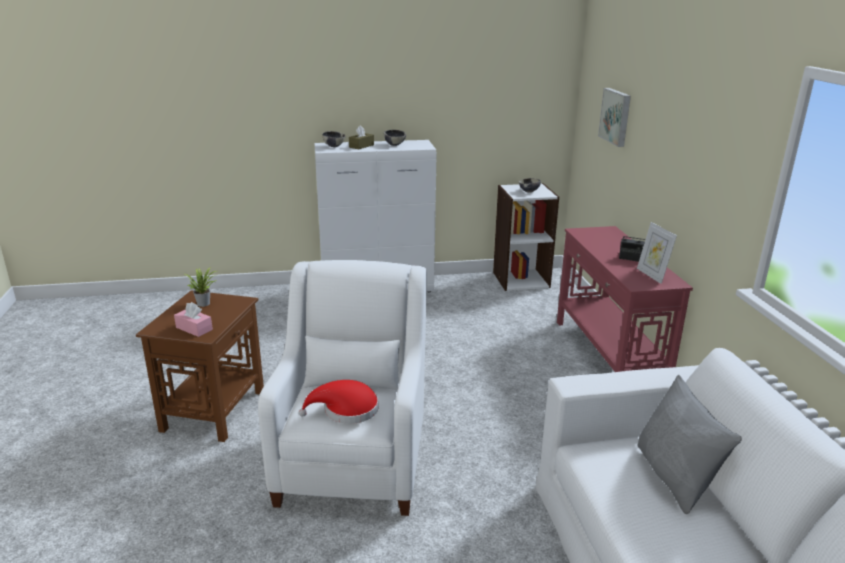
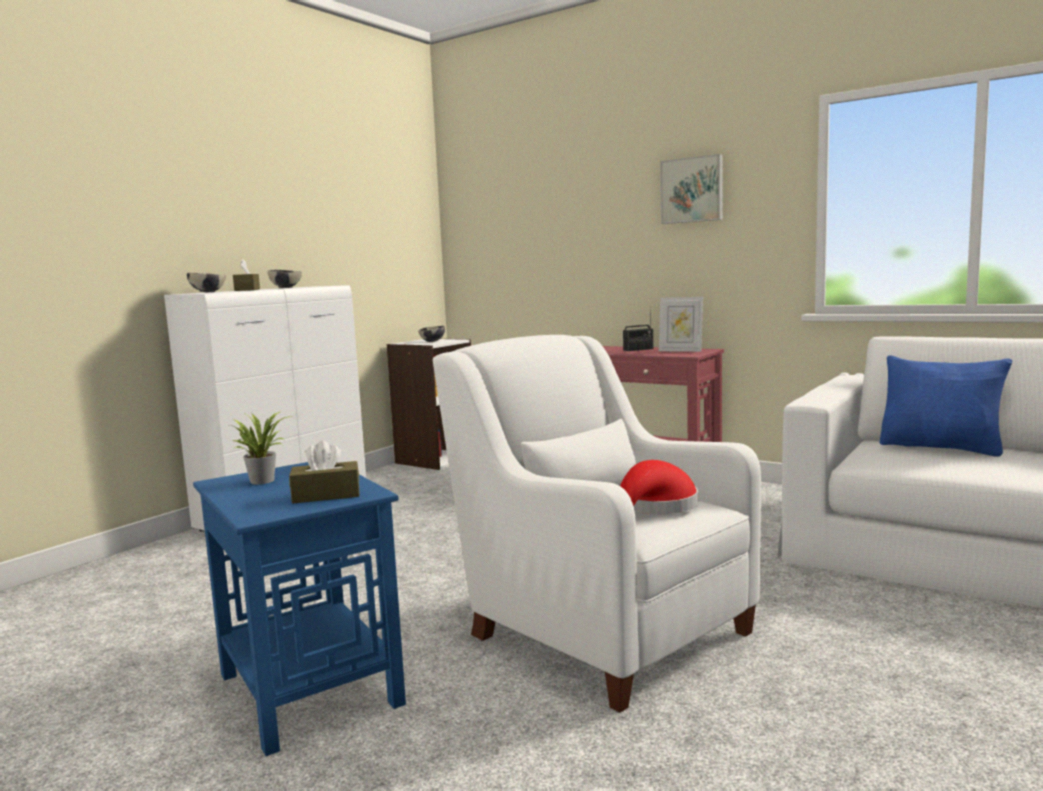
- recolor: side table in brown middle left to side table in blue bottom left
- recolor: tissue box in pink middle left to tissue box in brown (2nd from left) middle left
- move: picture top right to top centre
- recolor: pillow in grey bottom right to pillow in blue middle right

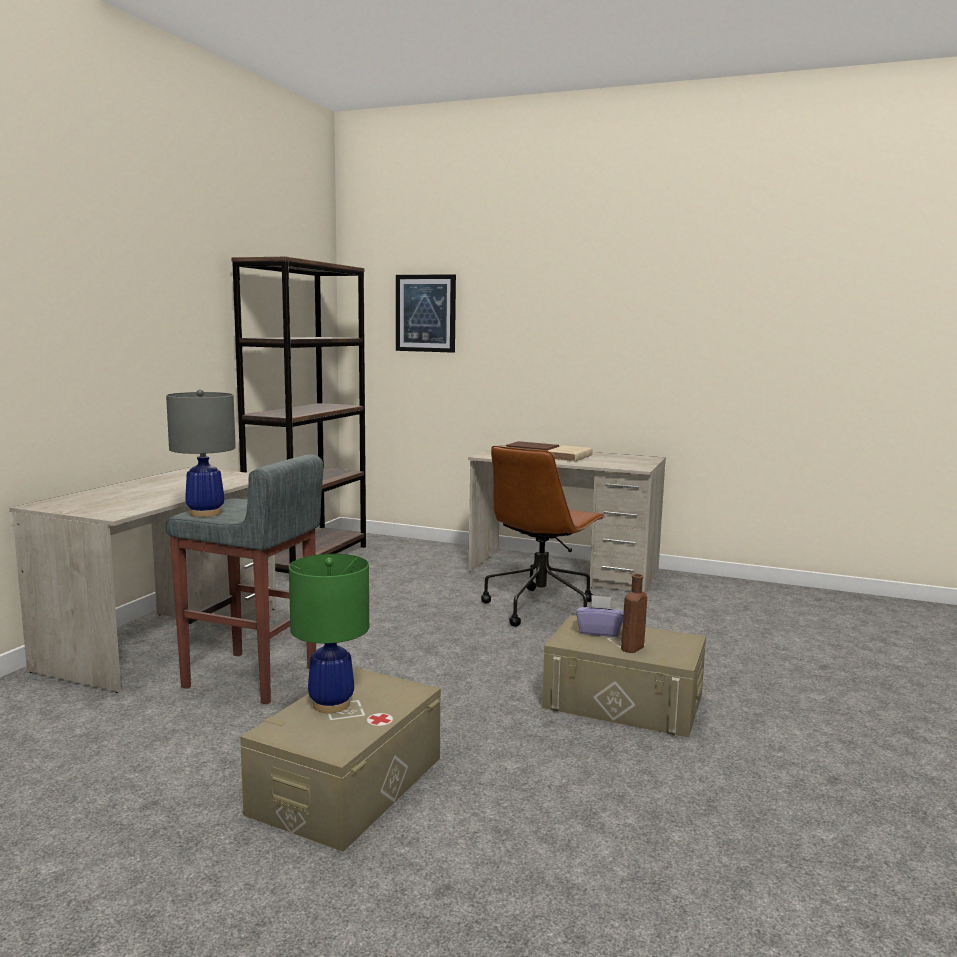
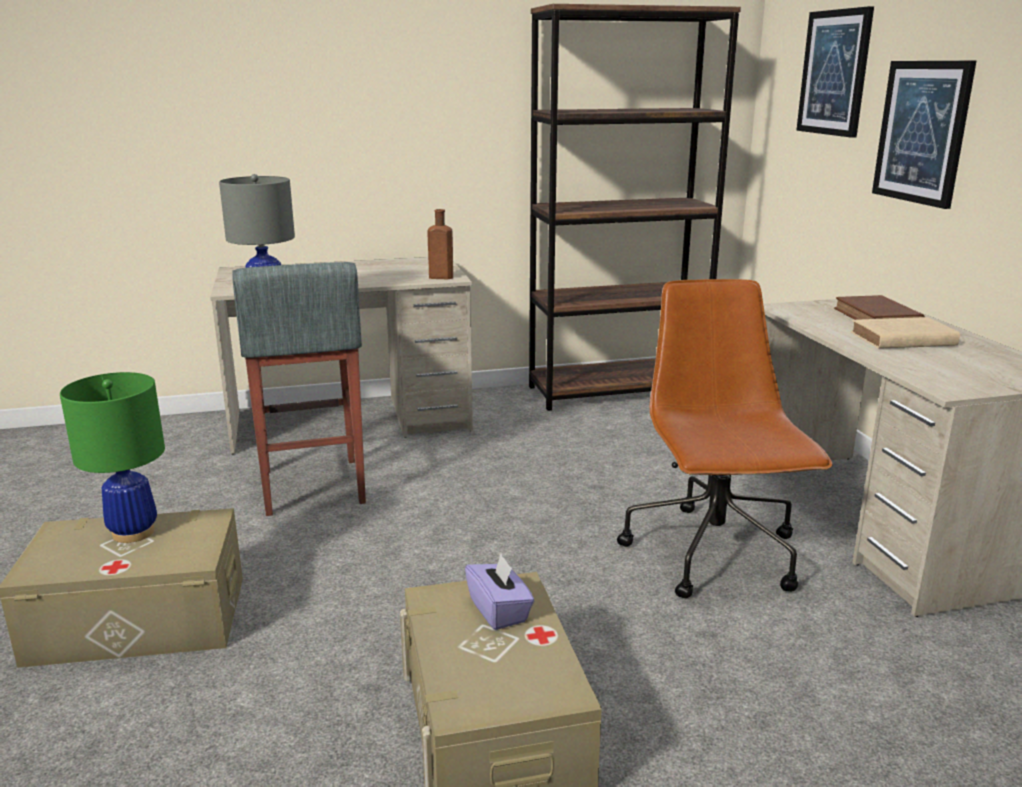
- move: bottle in brown centre to top centre
- rotate: office chair in brown centre = middle right 90 degrees clockwise
- insert: picture (2nd from left) top right

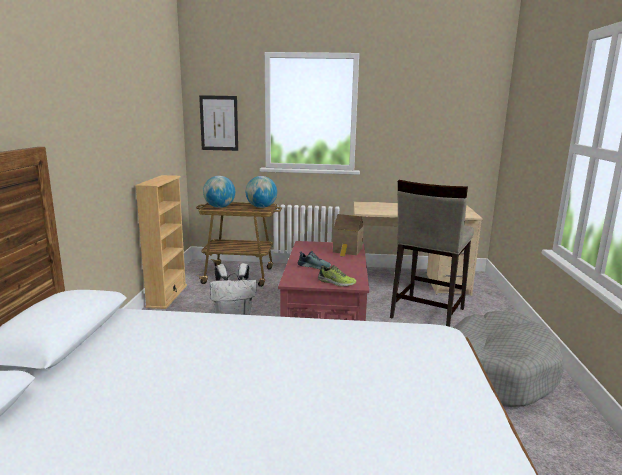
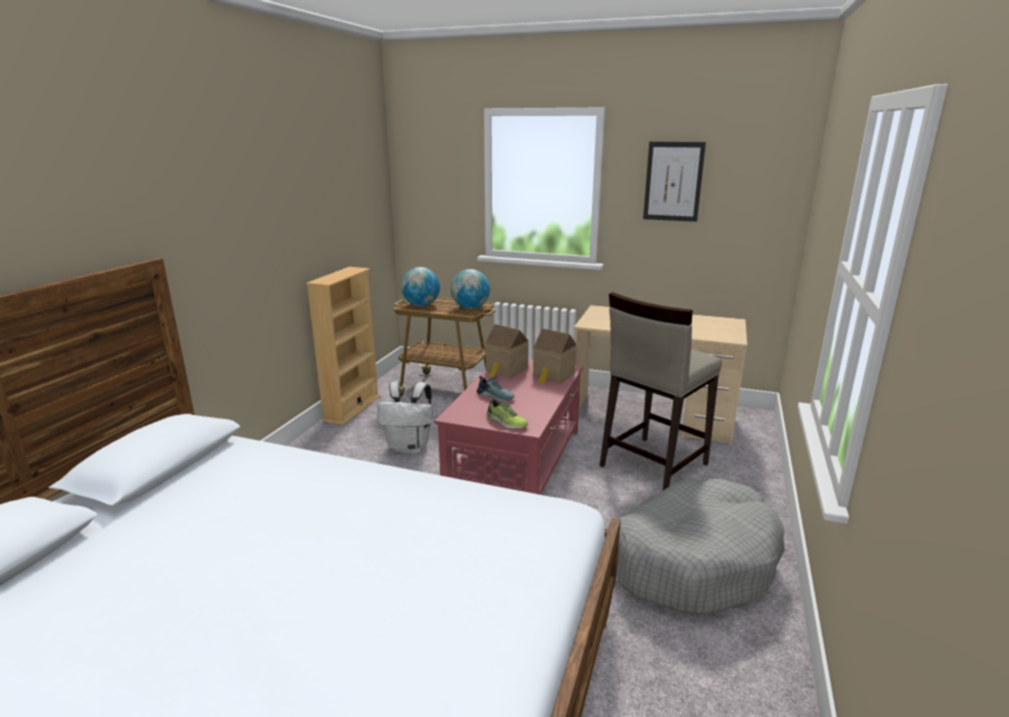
- insert: toy house (1st from left) centre
- move: picture top centre to top right

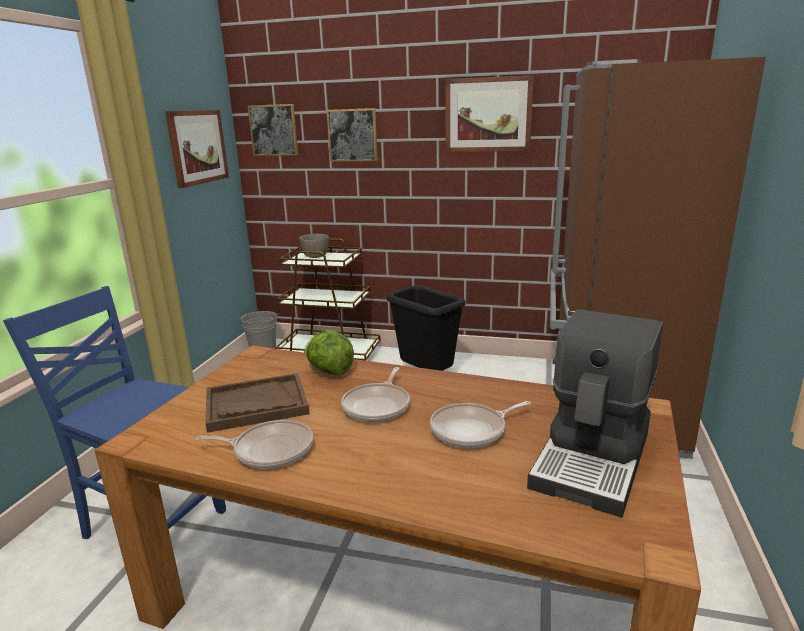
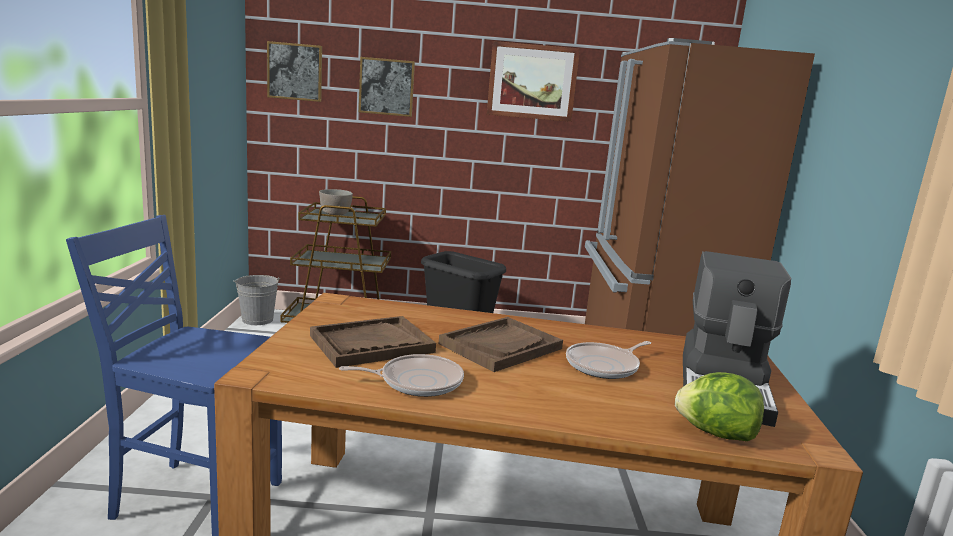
- replace: frying pan (2nd from left) centre to tray in brown (2nd from left) centre
- move: lettuce centre to bottom right
- delete: picture (1st from left) top left

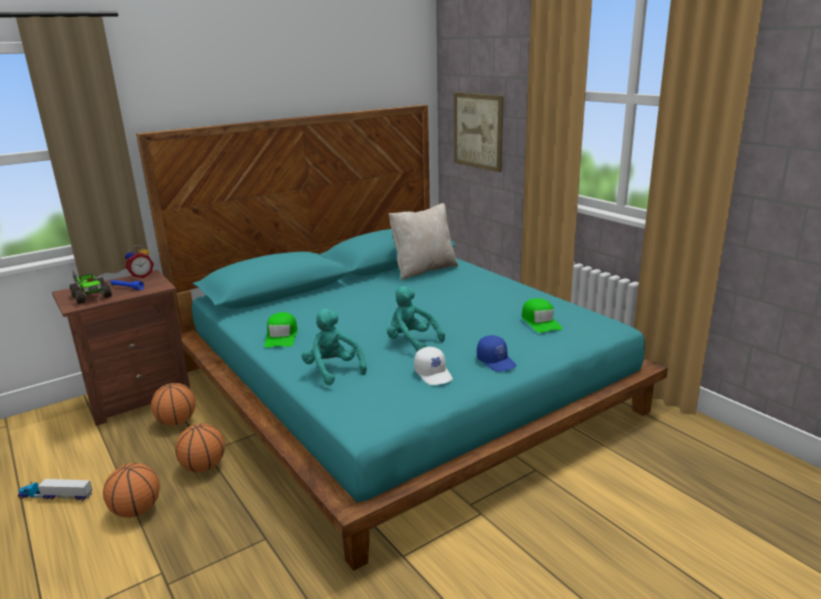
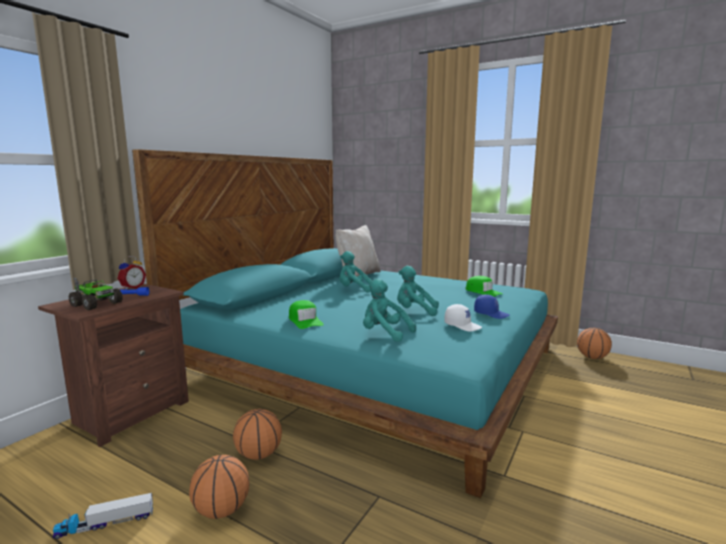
- insert: plush toy in turquoise (1st from left) centre
- move: basketball (2nd from left in the first image) bottom left to basketball (3rd from left) middle right
- delete: picture top centre

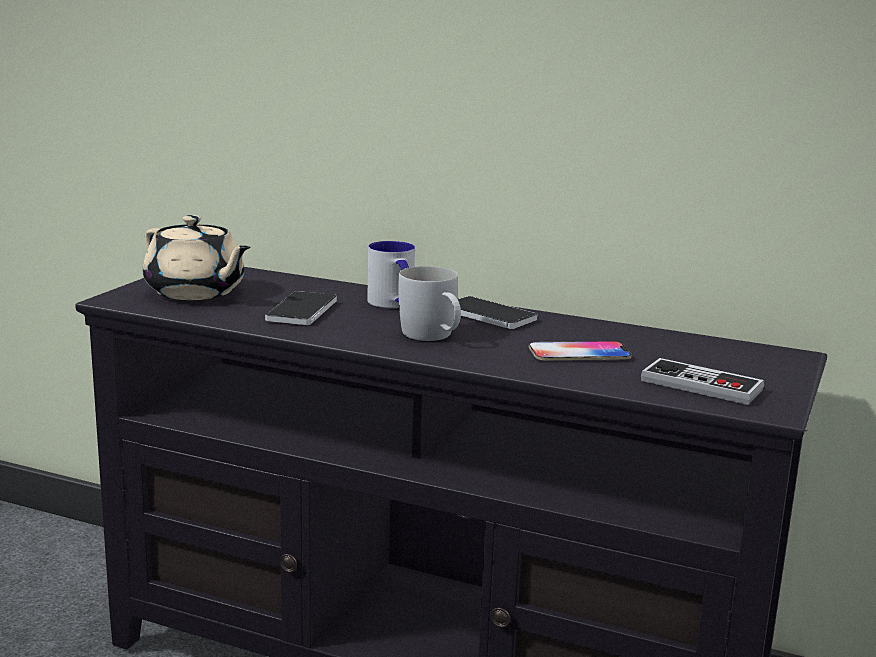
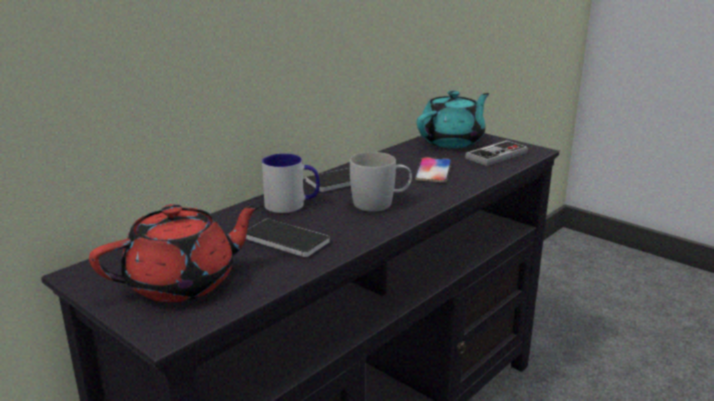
- recolor: teapot in beige middle left to teapot in red middle left
- insert: teapot in turquoise top centre

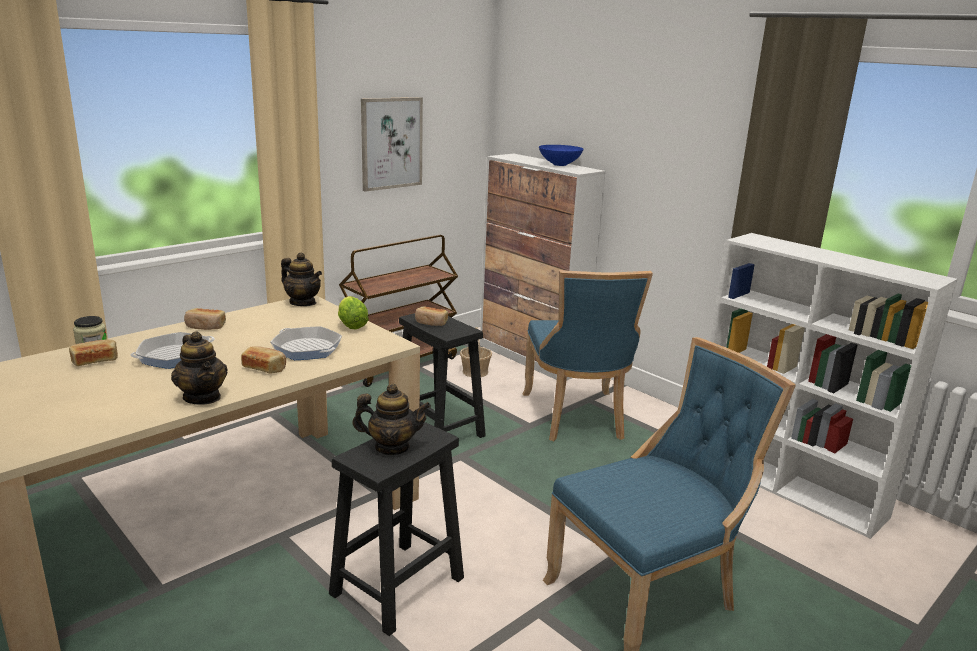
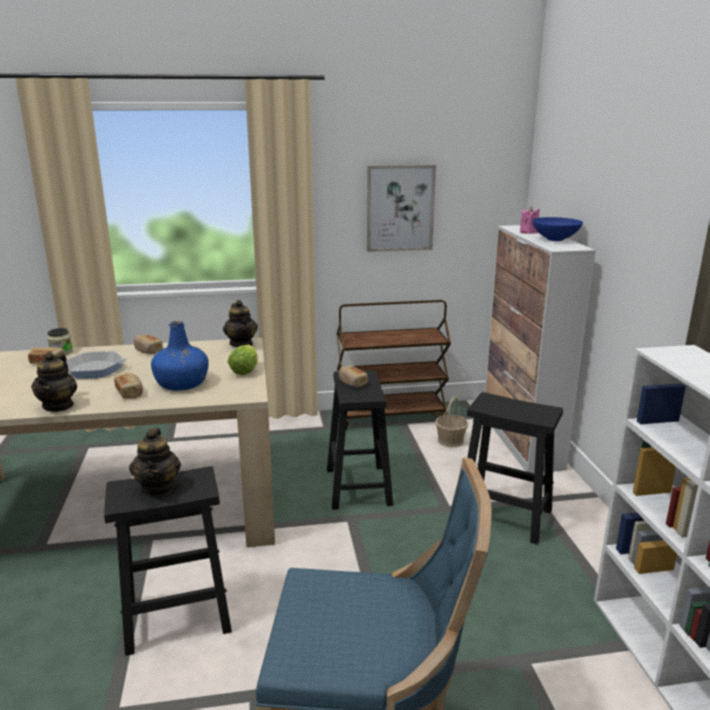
- rotate: teapot (3rd from left in the first image) centre = middle left 45 degrees clockwise
- replace: frying pan (2nd from left) middle left to bottle in blue middle left
- replace: chair in blue (1st from left) centre to stool in black (3rd from left) middle right
- insert: candle in pink top right

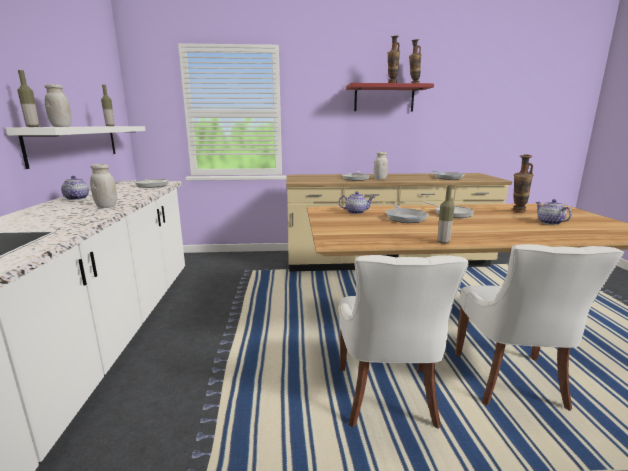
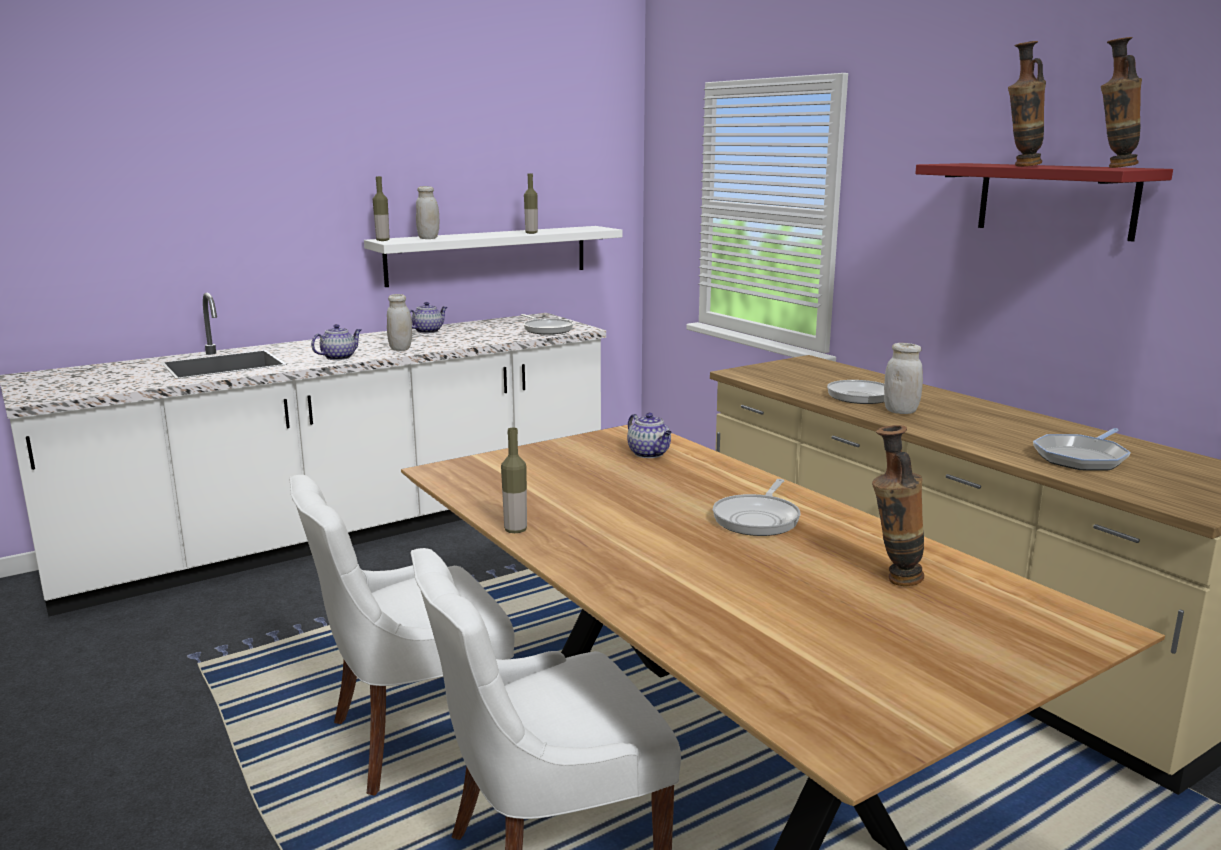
- move: teapot (3rd from left in the first image) middle right to teapot (1st from left) middle left
- delete: frying pan (3rd from left) centre

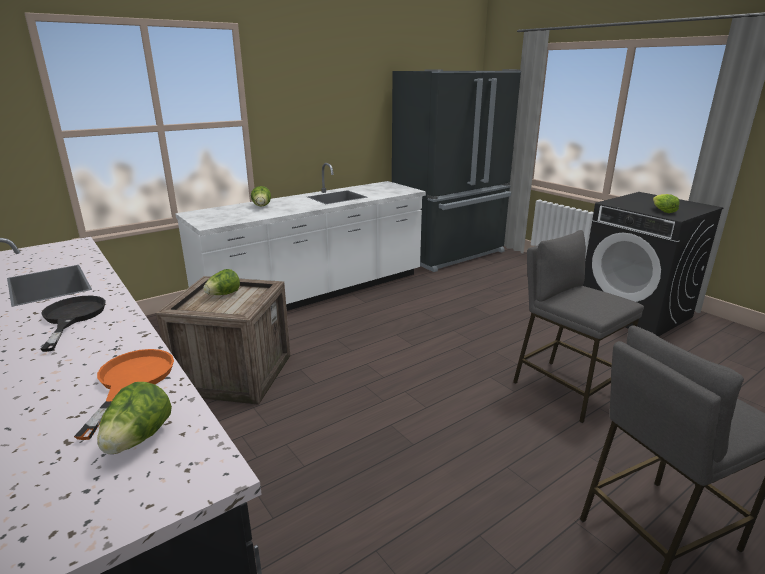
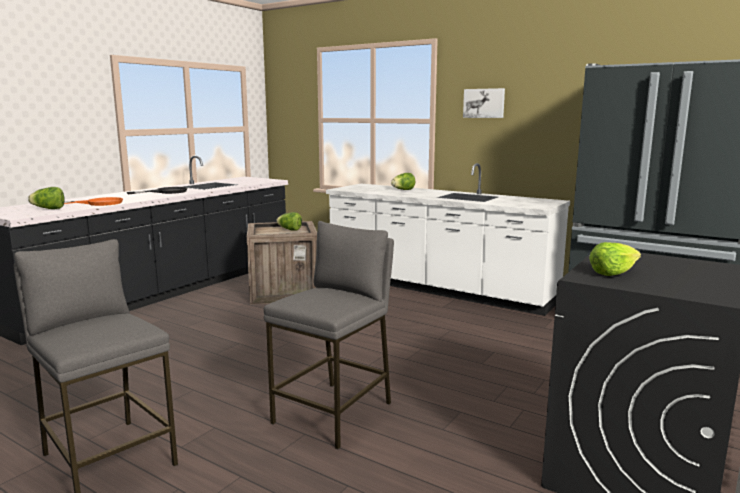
- insert: picture top centre

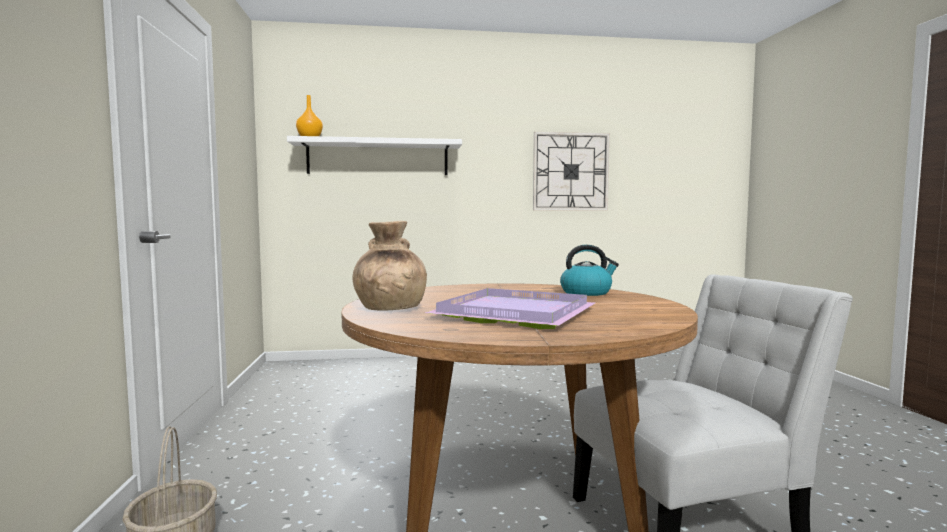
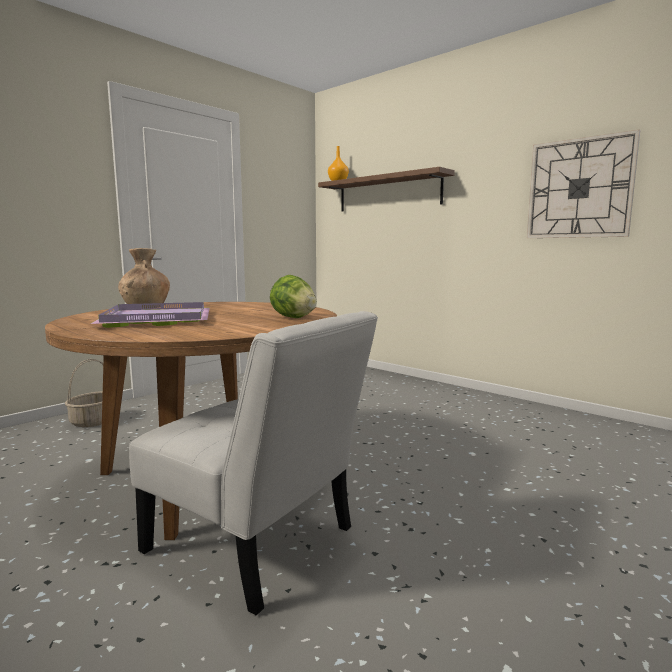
- replace: kettle centre to lettuce centre
- recolor: shelf in white top centre to shelf in brown top centre

